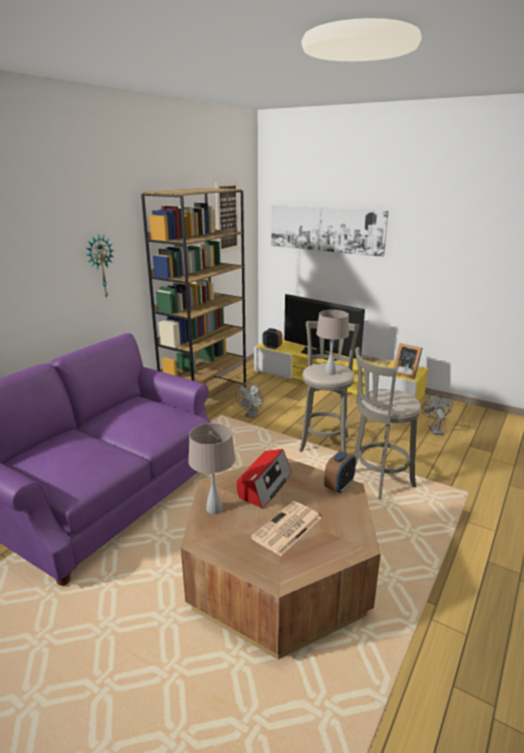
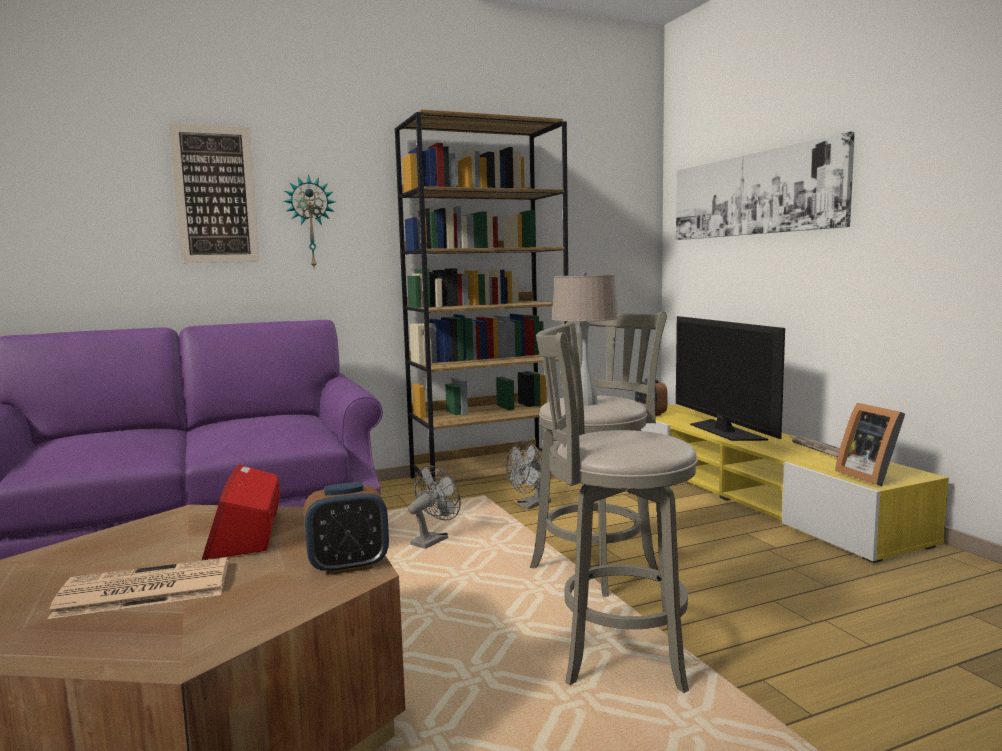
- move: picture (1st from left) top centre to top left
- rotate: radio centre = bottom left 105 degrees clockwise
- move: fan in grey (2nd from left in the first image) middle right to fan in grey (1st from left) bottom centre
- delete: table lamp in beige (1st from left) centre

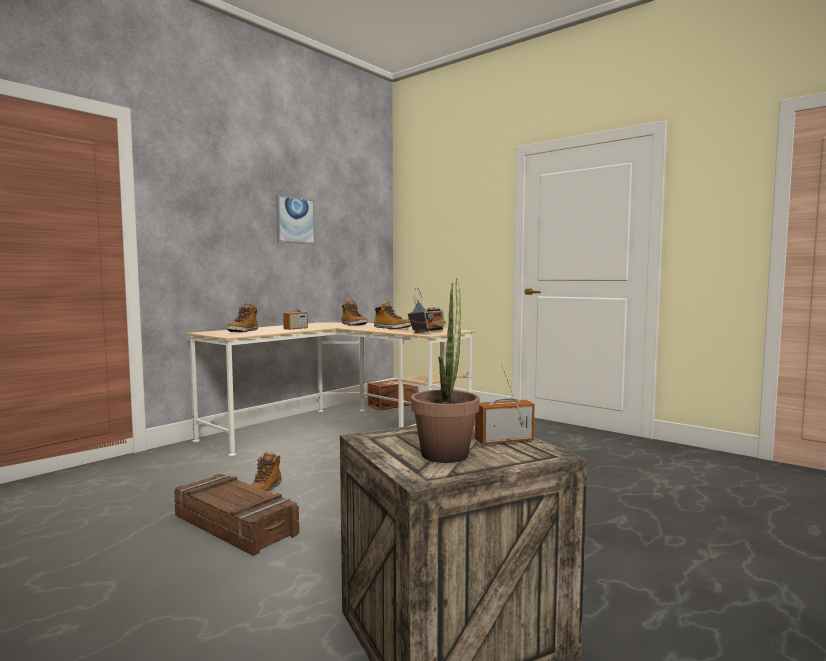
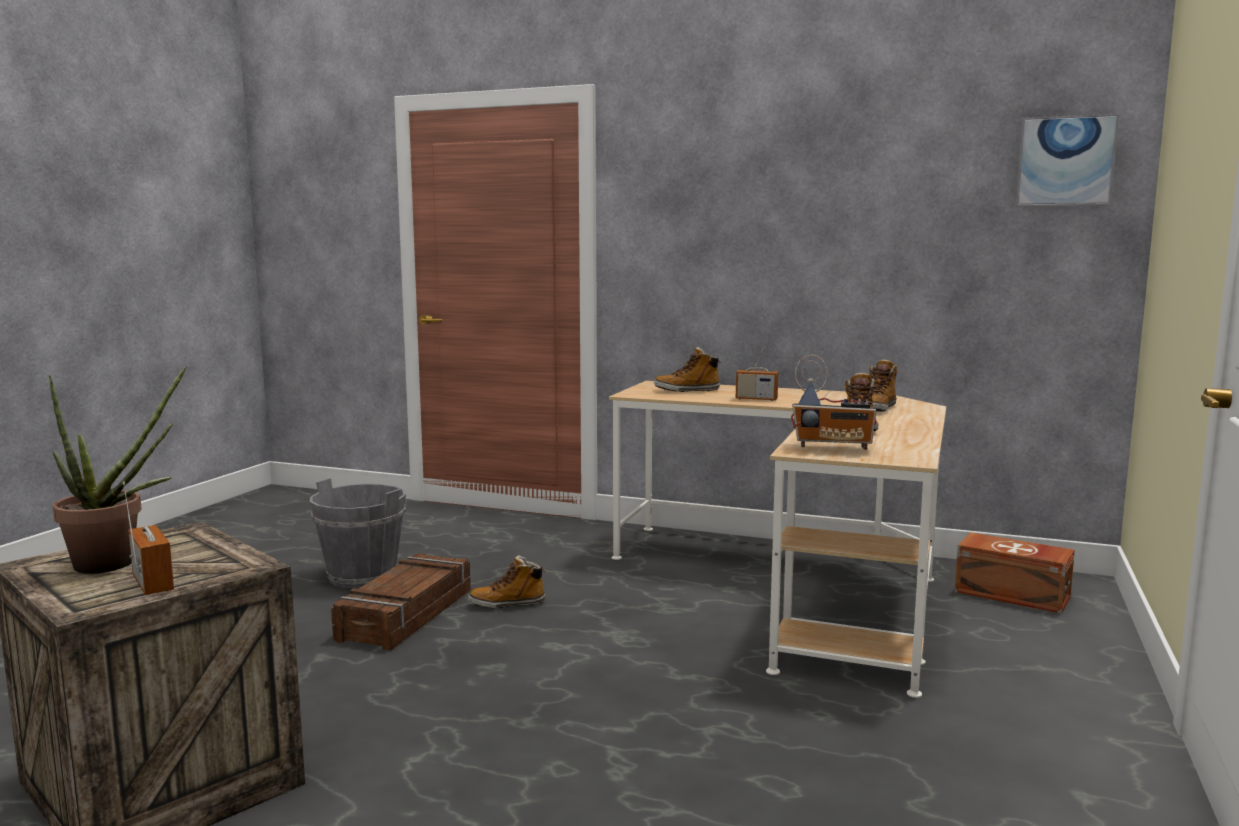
- insert: bucket in grey middle left
- move: picture top centre to top right

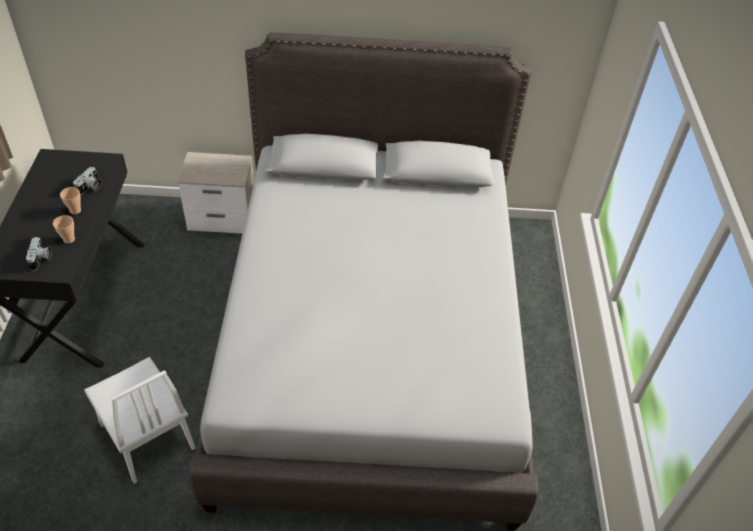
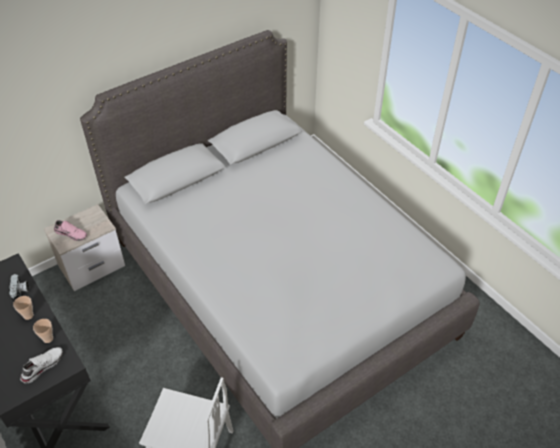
- replace: photo camera (1st from left) middle left to shoe in white bottom left
- insert: shoe in pink middle left

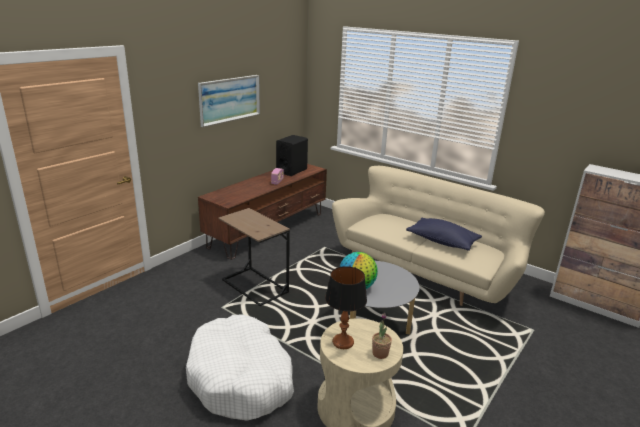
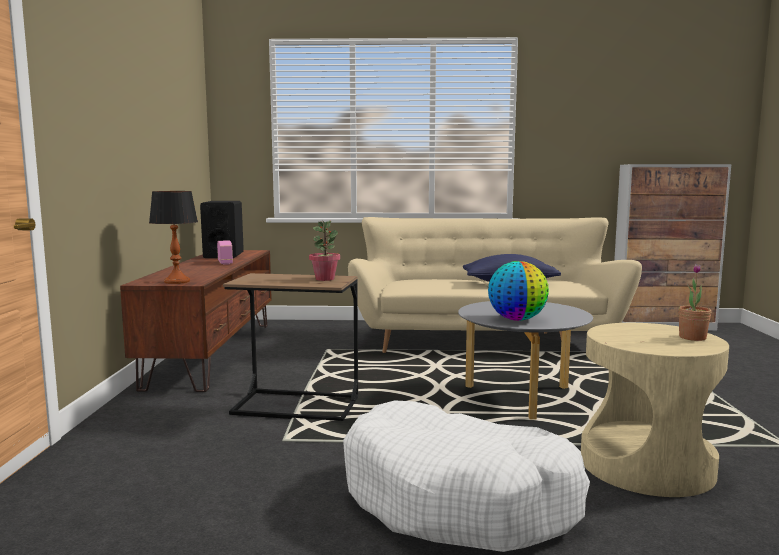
- move: table lamp bottom centre to middle left
- insert: potted plant (1st from left) centre
- delete: picture top centre

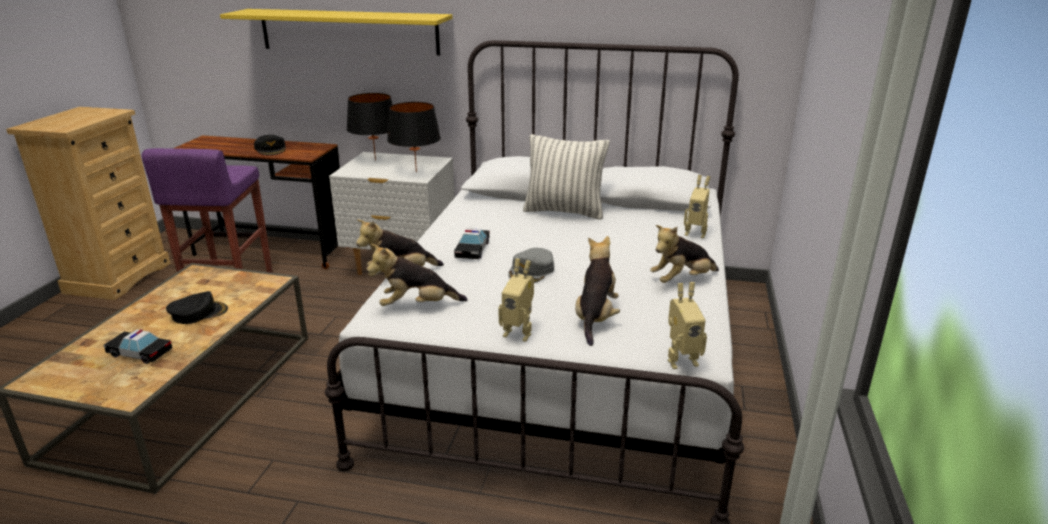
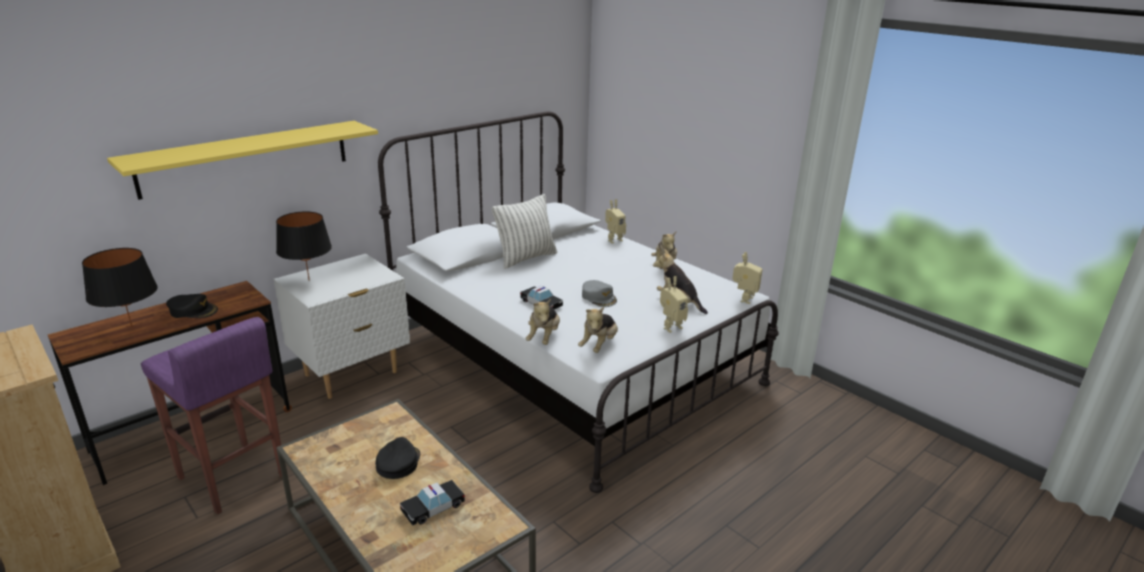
- move: table lamp in black (2nd from left in the first image) top centre to table lamp in black (1st from left) middle left

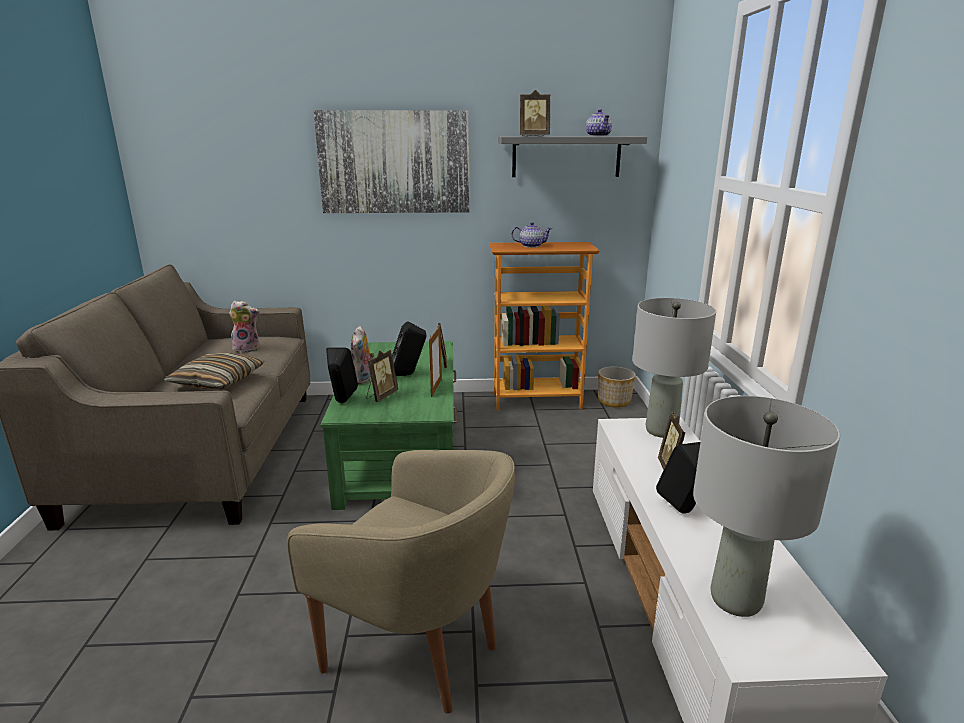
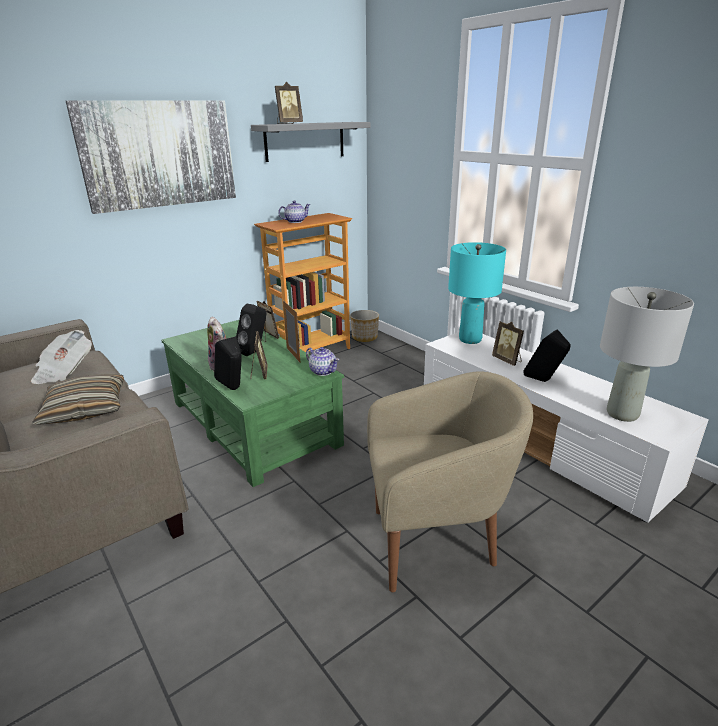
- replace: plush toy (1st from left) middle left to newspaper middle left
- move: teapot (2nd from left) top centre to centre
- recolor: table lamp in grey (1st from left) middle right to table lamp in turquoise centre

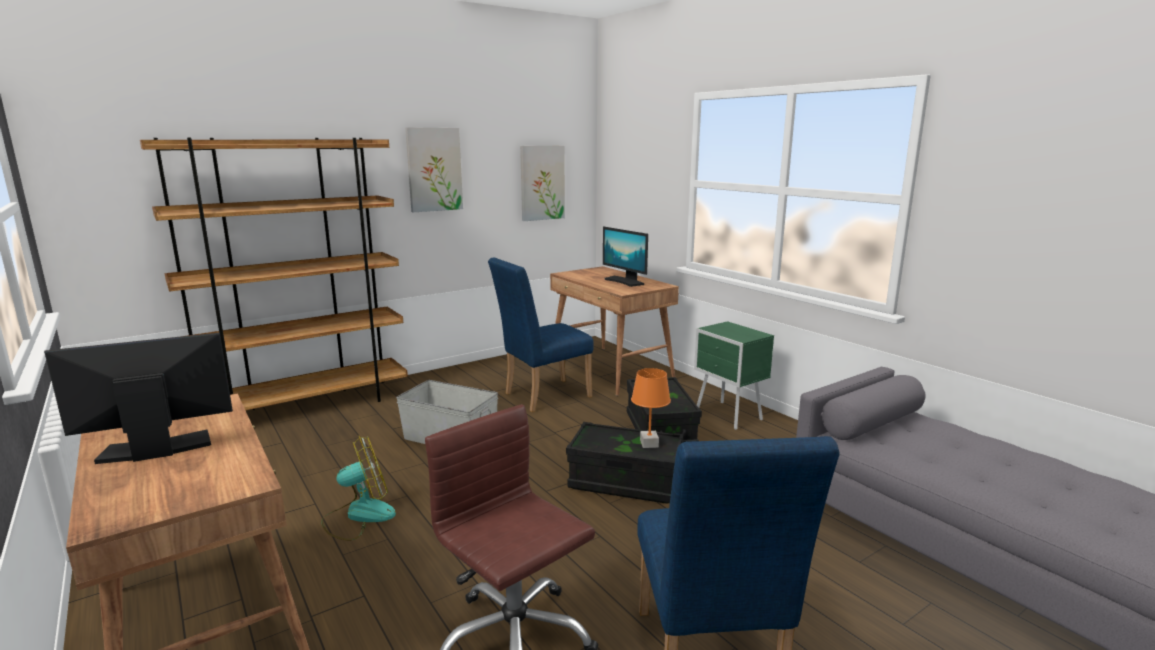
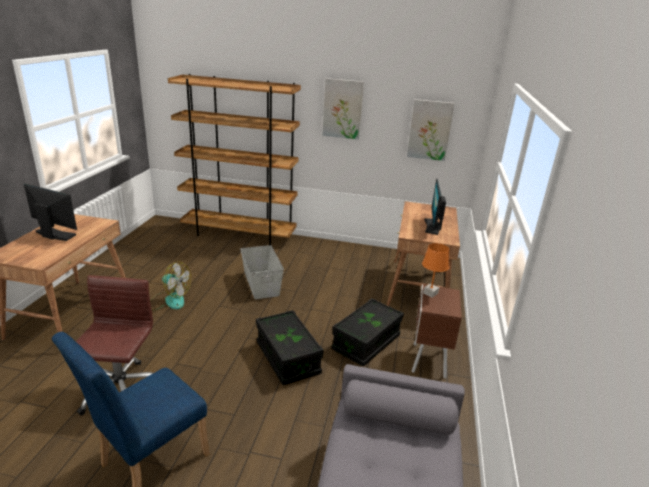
- recolor: nightstand in green centre to nightstand in brown bottom right
- move: table lamp in orange centre to middle right
- delete: chair in blue (1st from left) centre

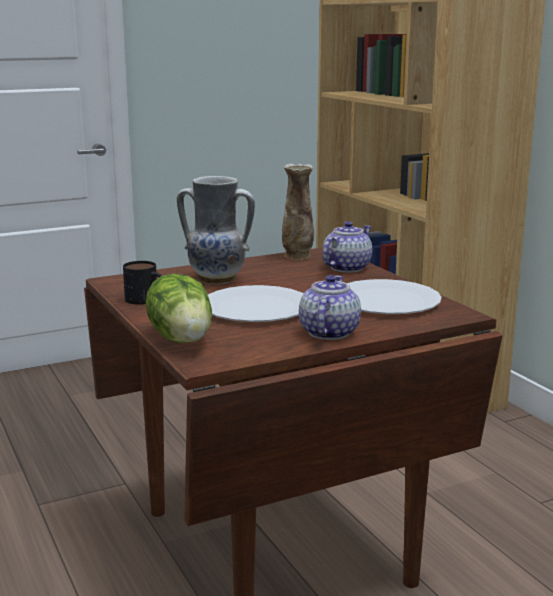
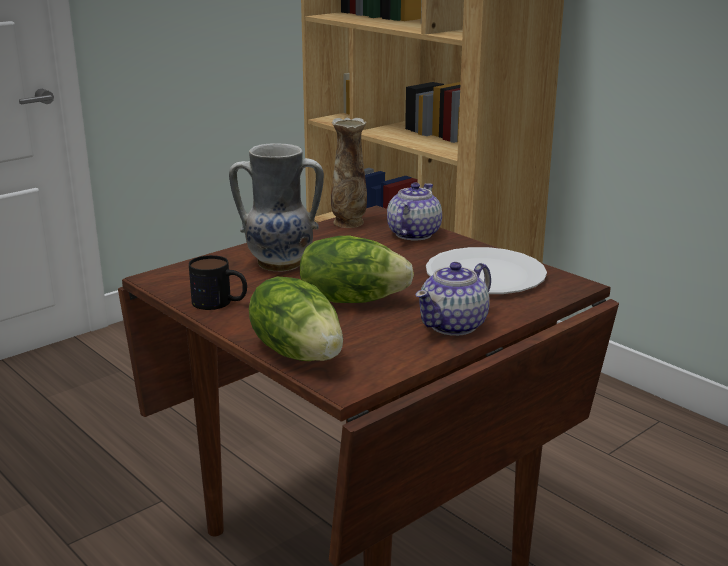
- replace: plate in white (1st from left) centre to lettuce (2nd from left) centre
- rotate: teapot (1st from left in the first image) centre = centre 135 degrees counterclockwise

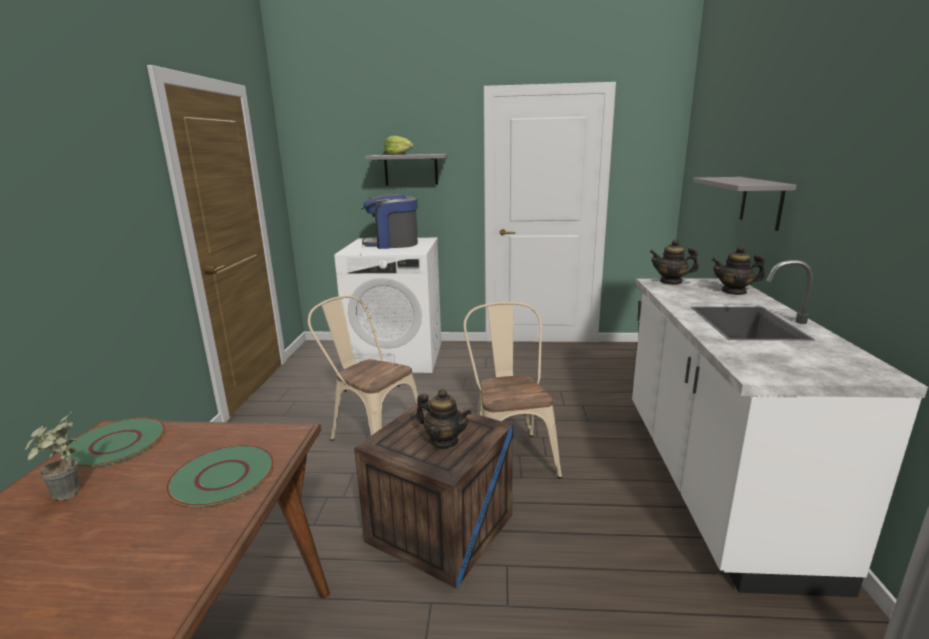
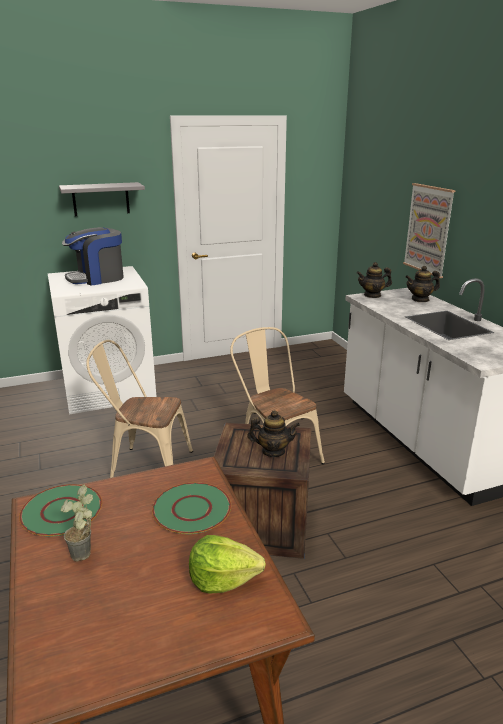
- move: lettuce top centre to bottom centre
- replace: shelf in grey (2nd from left) top right to picture top right

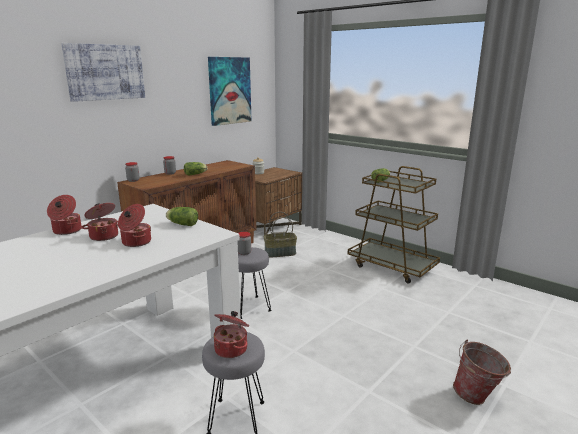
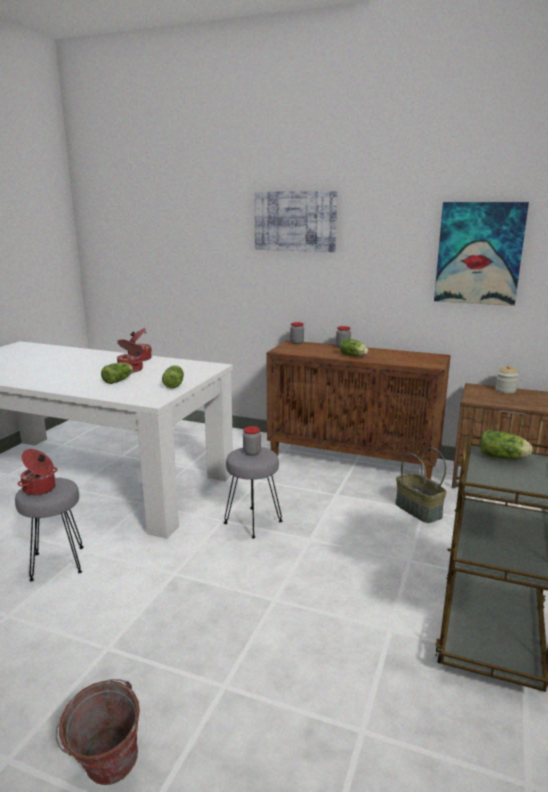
- replace: cooking pot (3rd from left) middle left to lettuce (1st from left) middle left

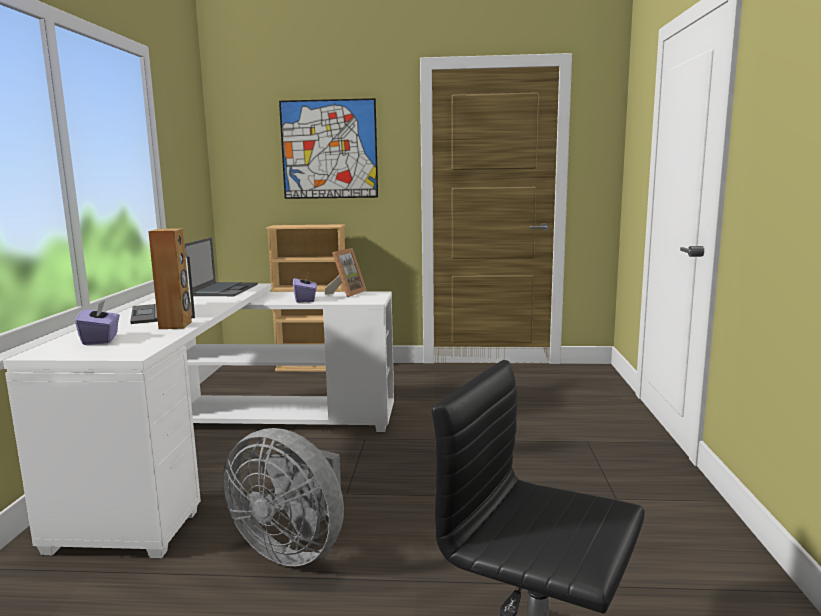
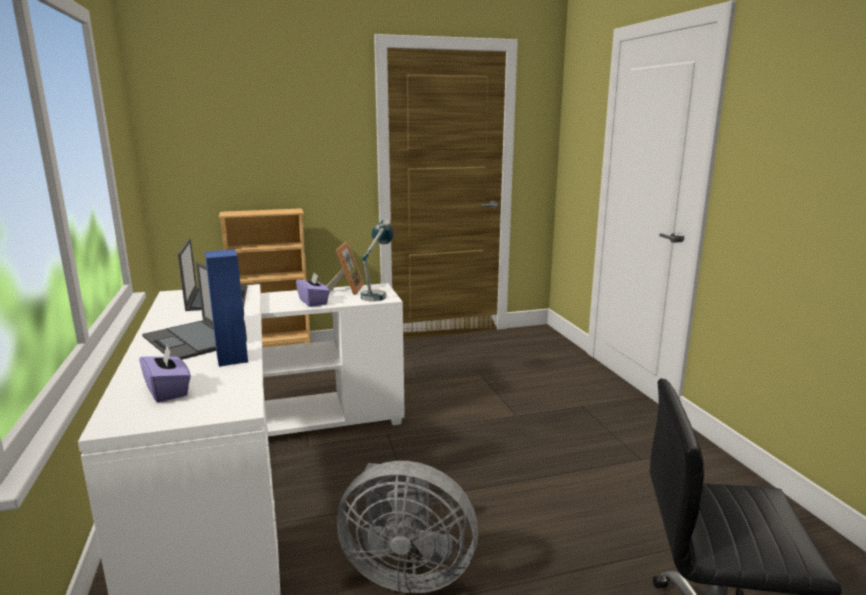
- recolor: speaker in brown middle left to speaker in blue middle left
- insert: table lamp centre
- delete: picture top centre

